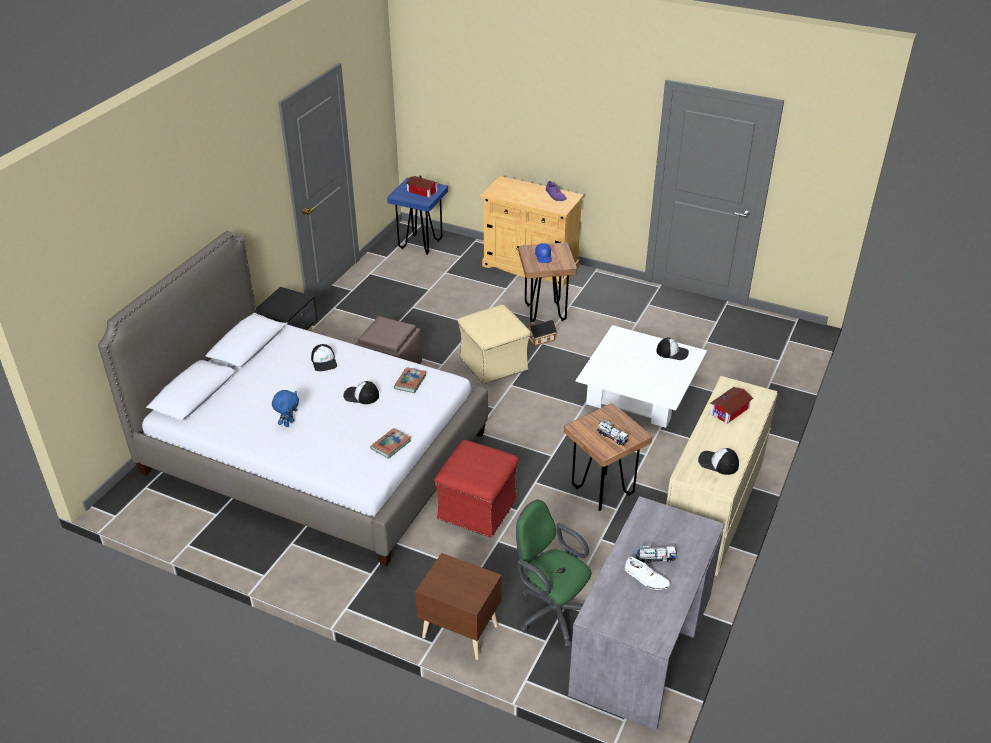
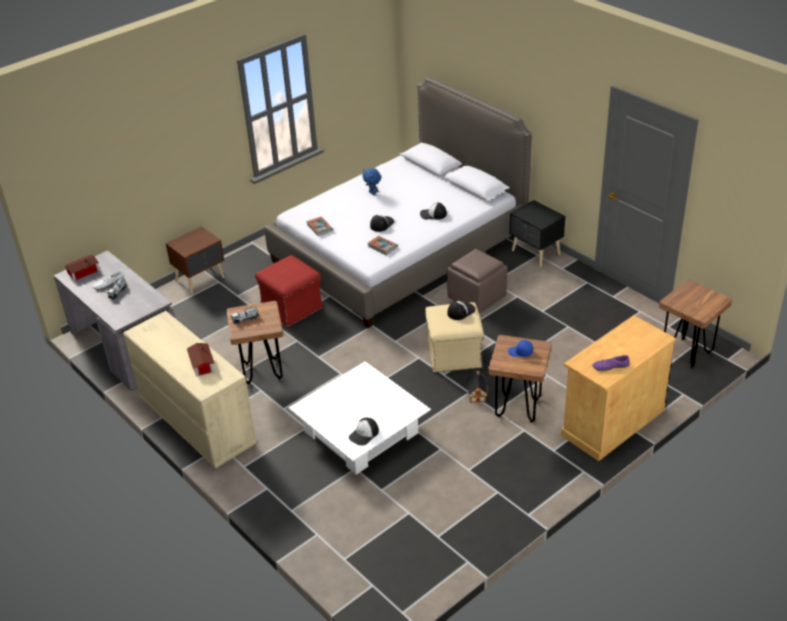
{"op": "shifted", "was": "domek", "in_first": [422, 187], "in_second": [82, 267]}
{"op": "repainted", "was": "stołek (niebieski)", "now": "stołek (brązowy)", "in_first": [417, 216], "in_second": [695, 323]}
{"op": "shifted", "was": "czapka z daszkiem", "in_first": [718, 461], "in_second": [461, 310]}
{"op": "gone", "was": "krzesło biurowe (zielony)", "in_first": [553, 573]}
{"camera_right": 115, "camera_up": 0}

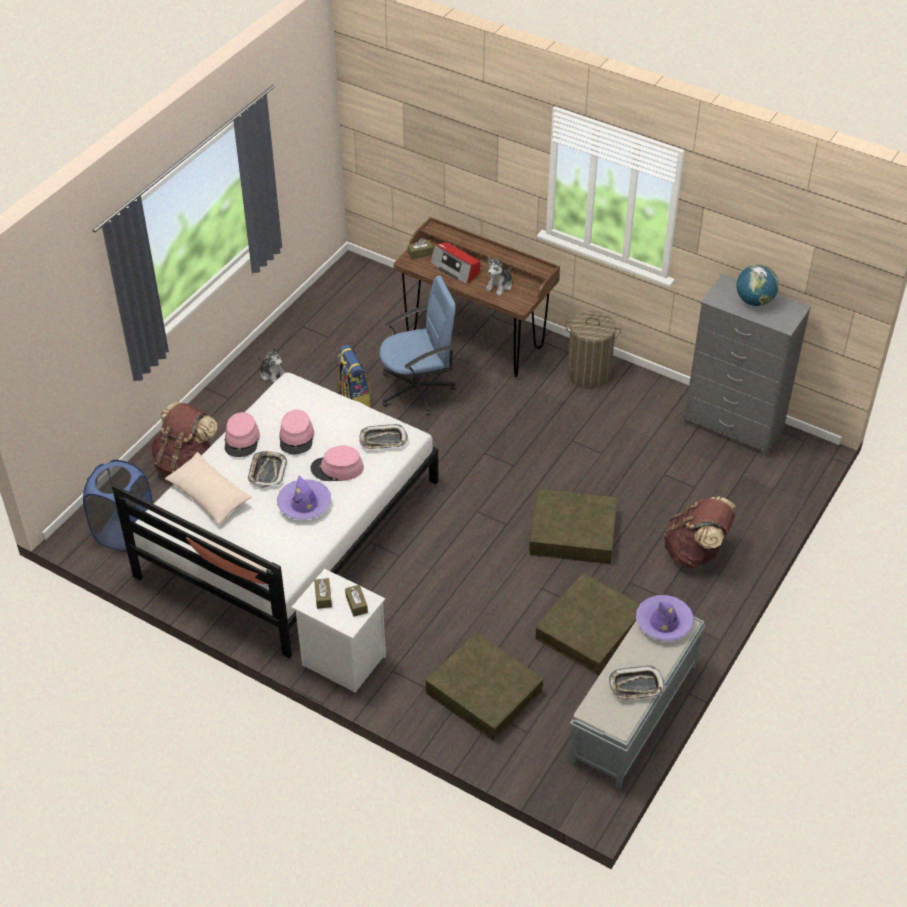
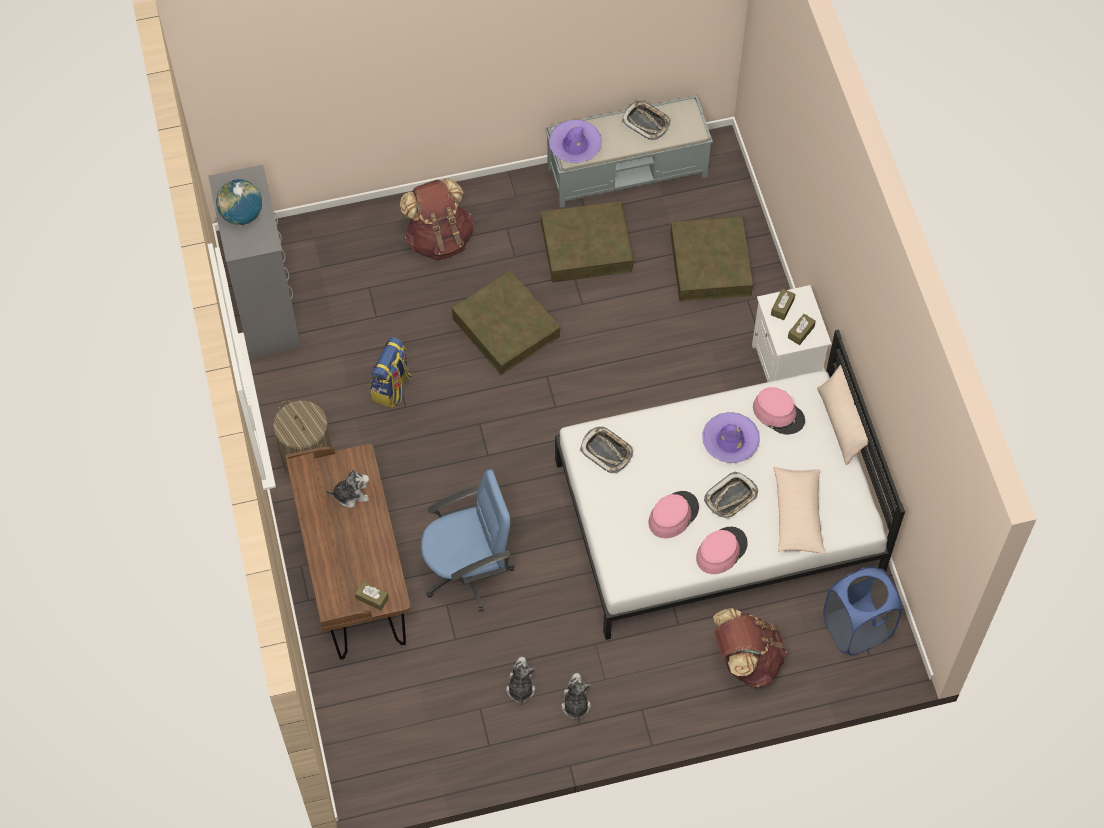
{"op": "gone", "was": "radio", "in_first": [455, 263]}
{"op": "rotated", "was": "krzesło biurowe (niebieski)", "in_first": [418, 346], "in_second": [468, 540], "clockwise": 135}
{"op": "shifted", "was": "plecak", "in_first": [353, 376], "in_second": [391, 372]}
{"op": "shifted", "was": "kapelusz (różowy)", "in_first": [337, 463], "in_second": [779, 410]}
{"op": "new", "now": "pluszak", "in_second": [520, 681]}
{"camera_right": -135, "camera_up": 15}

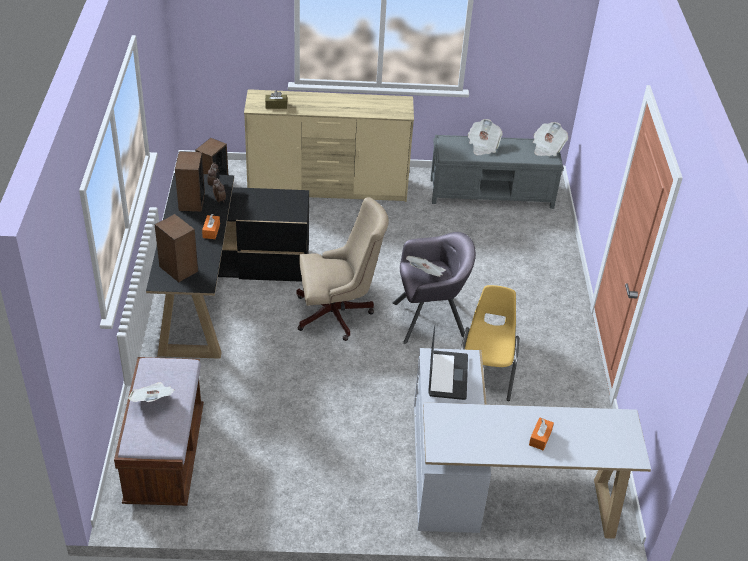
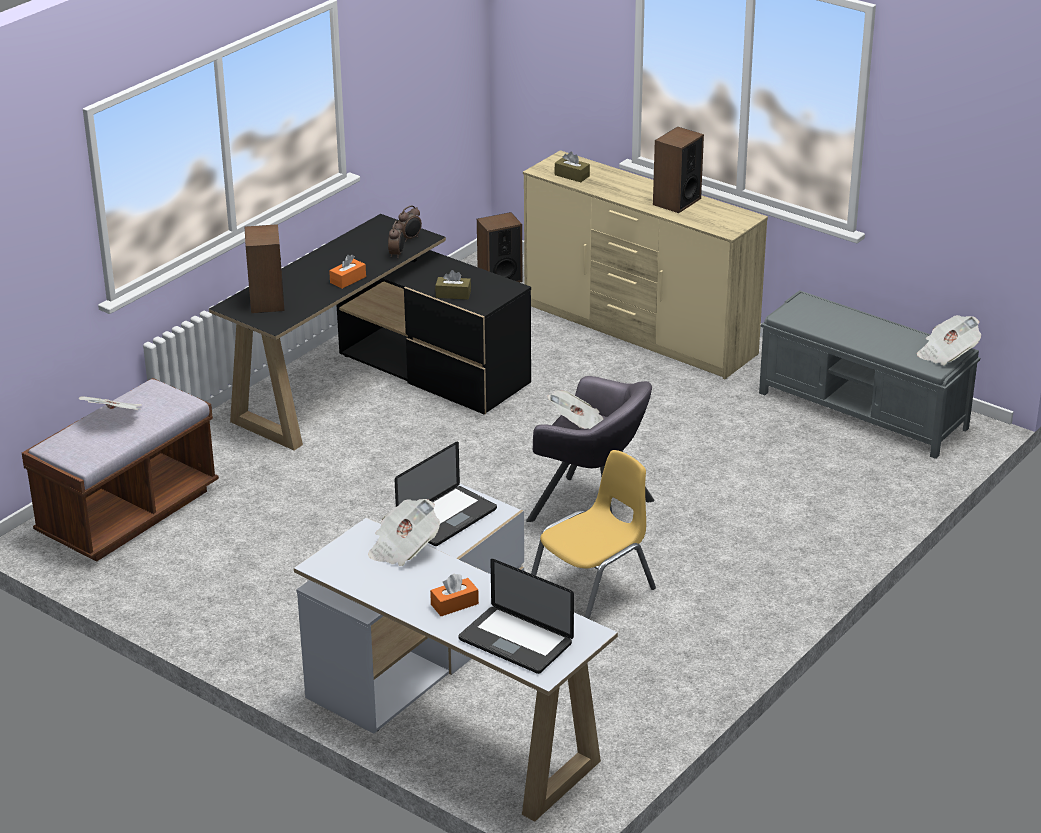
{"op": "shifted", "was": "gazeta", "in_first": [485, 137], "in_second": [404, 532]}
{"op": "shifted", "was": "głośnik", "in_first": [190, 181], "in_second": [678, 170]}
{"op": "gone", "was": "krzesło biurowe (beżowy)", "in_first": [342, 269]}
{"op": "new", "now": "pudełko chusteczek (brązowy)", "in_second": [453, 285]}
{"op": "new", "now": "laptop", "in_second": [516, 616]}
{"camera_right": 40, "camera_up": -10}

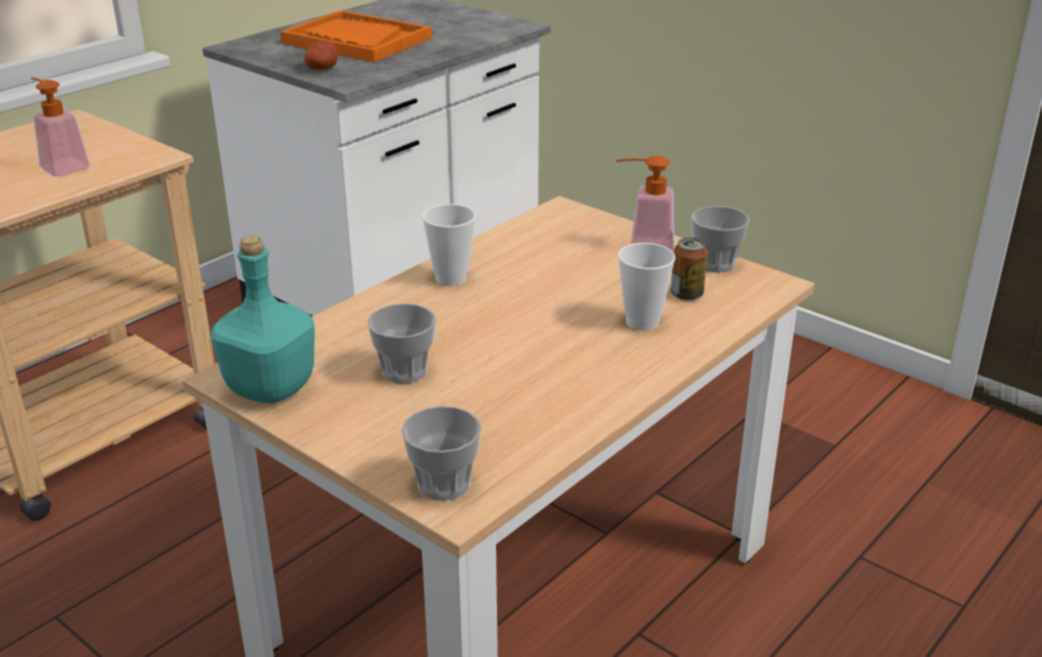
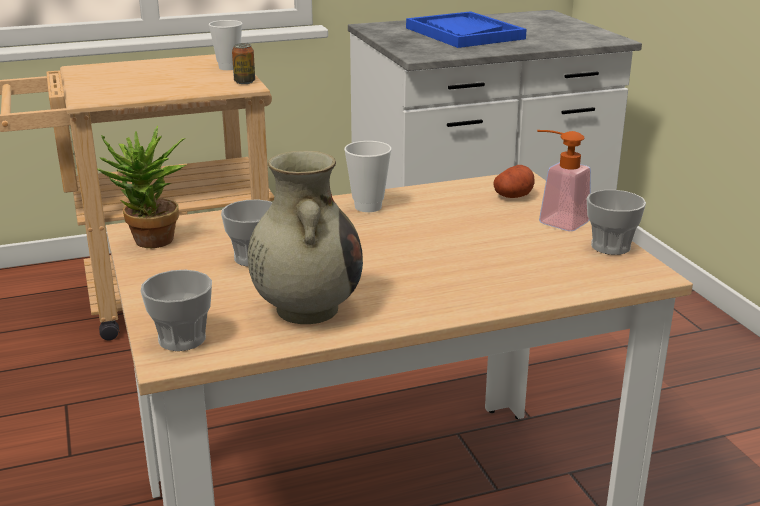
{"op": "repainted", "was": "taca (pomarańczowy)", "now": "taca (niebieski)", "in_first": [356, 36], "in_second": [466, 29]}
{"op": "shifted", "was": "ziemniak", "in_first": [321, 55], "in_second": [514, 181]}
{"op": "gone", "was": "dozownik mydła", "in_first": [60, 127]}
{"op": "swapped", "was": "butelka (turkusowy)", "now": "roślina doniczkowa", "in_first": [263, 319], "in_second": [141, 187]}
{"op": "shifted", "was": "puszka", "in_first": [689, 269], "in_second": [243, 63]}
{"op": "shifted", "was": "filiżanka", "in_first": [647, 287], "in_second": [226, 45]}
{"op": "new", "now": "wazon (beżowy)", "in_second": [305, 237]}
{"camera_right": 30, "camera_up": -5}

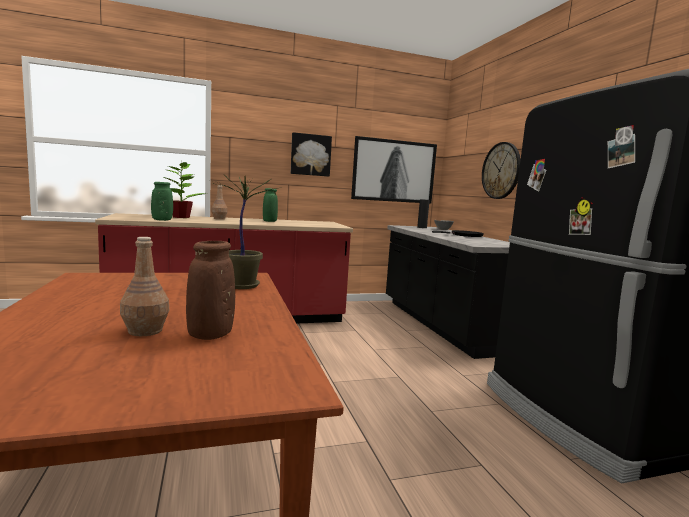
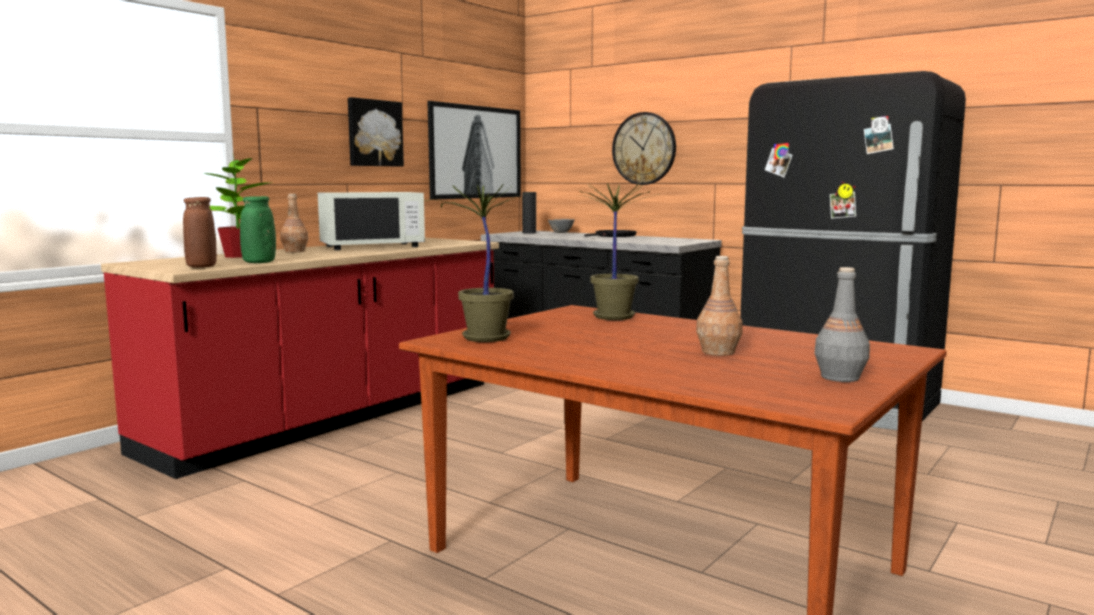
{"op": "swapped", "was": "wazon (zielony)", "now": "mikrofalówka (biały)", "in_first": [270, 205], "in_second": [371, 221]}
{"op": "shifted", "was": "wazon (brązowy)", "in_first": [210, 290], "in_second": [200, 232]}
{"op": "new", "now": "roślina doniczkowa", "in_second": [478, 262]}
{"op": "new", "now": "butelka (szary)", "in_second": [842, 324]}
{"camera_right": -35, "camera_up": 0}

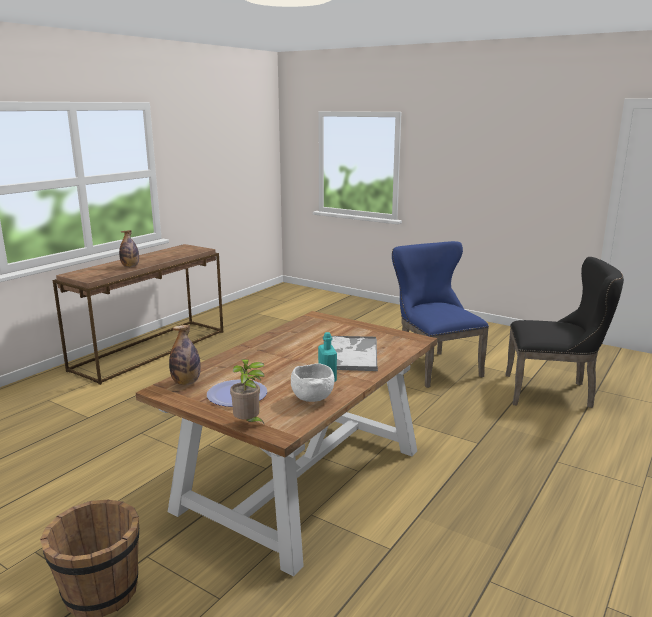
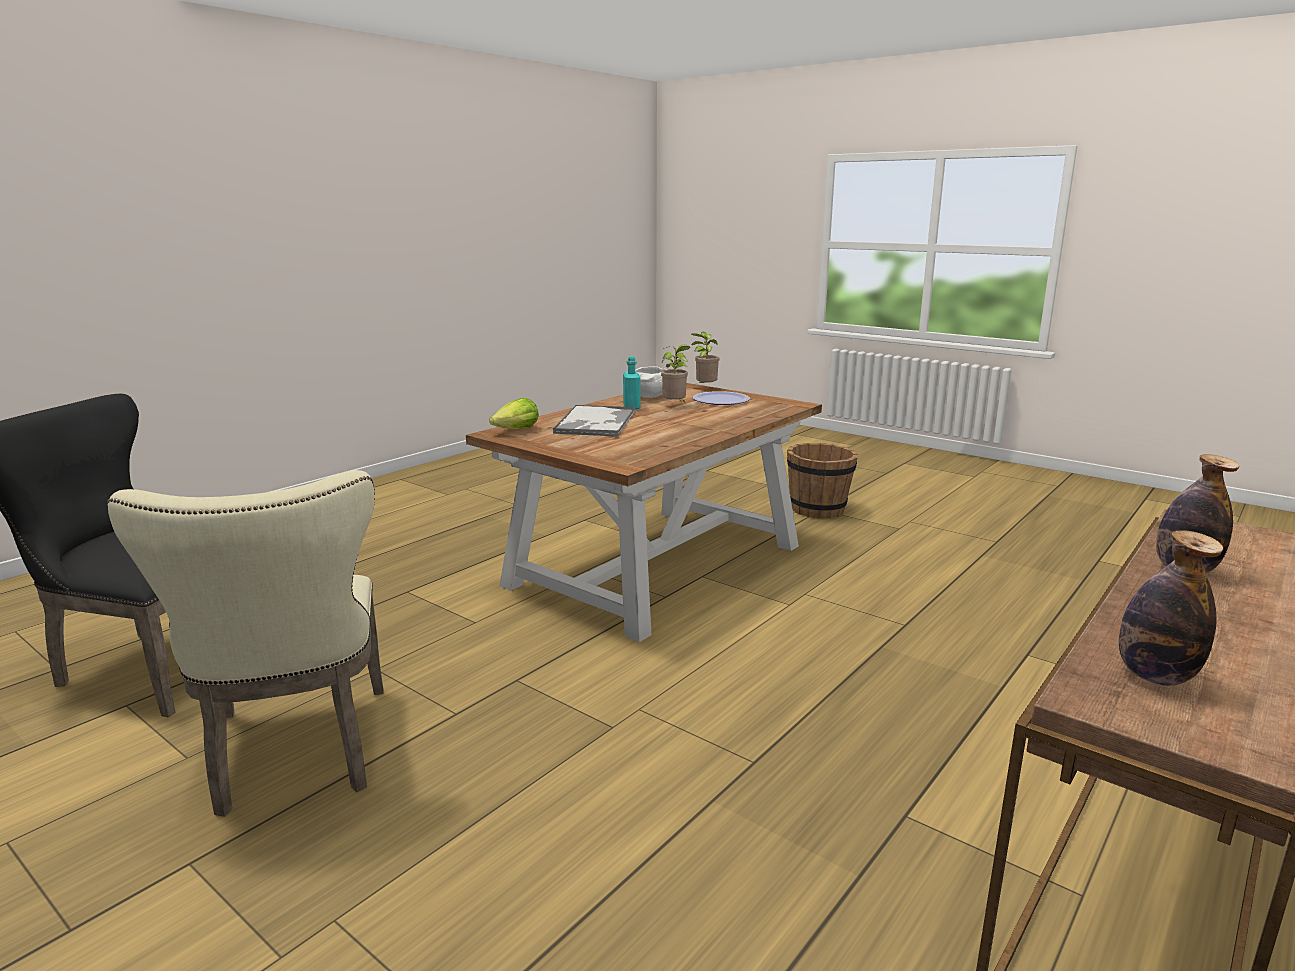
{"op": "repainted", "was": "krzesło (niebieski)", "now": "krzesło (beżowy)", "in_first": [440, 314], "in_second": [245, 643]}
{"op": "shifted", "was": "butelka", "in_first": [185, 355], "in_second": [1171, 608]}
{"op": "new", "now": "roślina doniczkowa", "in_second": [675, 373]}
{"op": "new", "now": "sałata", "in_second": [514, 413]}
{"camera_right": -175, "camera_up": 0}

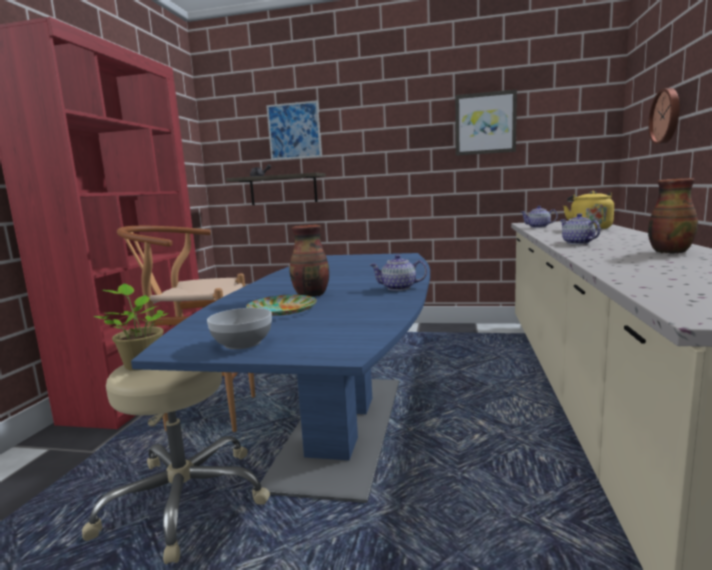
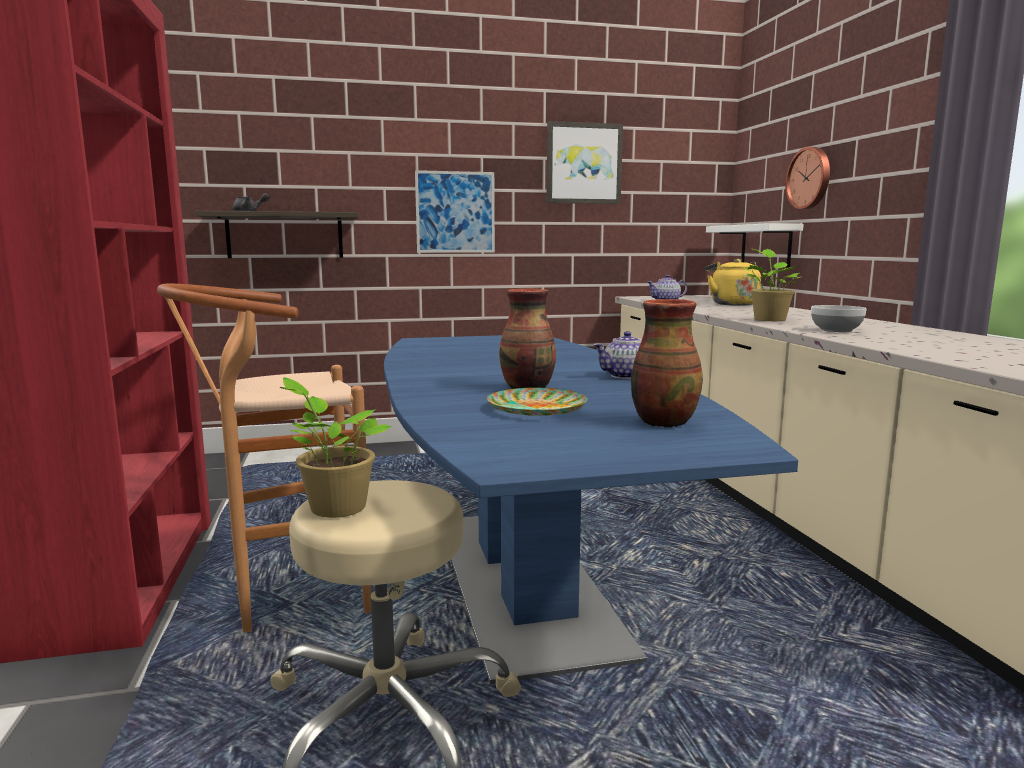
{"op": "shifted", "was": "obraz", "in_first": [294, 130], "in_second": [455, 211]}
{"op": "shifted", "was": "wazon", "in_first": [673, 216], "in_second": [667, 363]}
{"op": "swapped", "was": "imbryk", "now": "roślina doniczkowa", "in_first": [580, 228], "in_second": [770, 284]}
{"op": "shifted", "was": "miska", "in_first": [239, 328], "in_second": [839, 318]}
{"op": "new", "now": "półka (biały)", "in_second": [755, 245]}
{"camera_right": -25, "camera_up": 0}

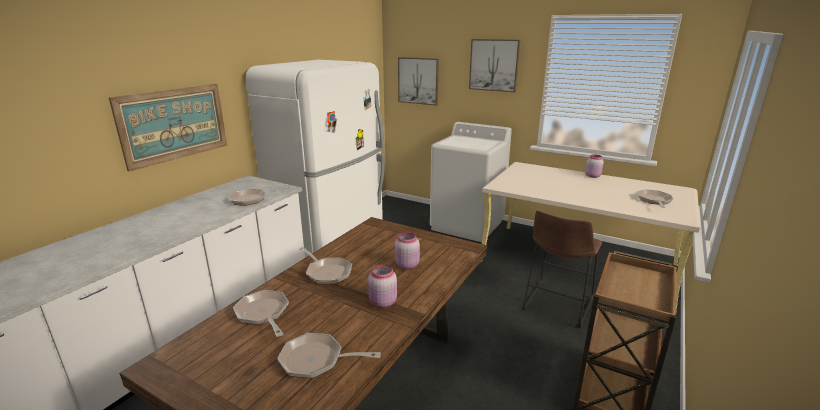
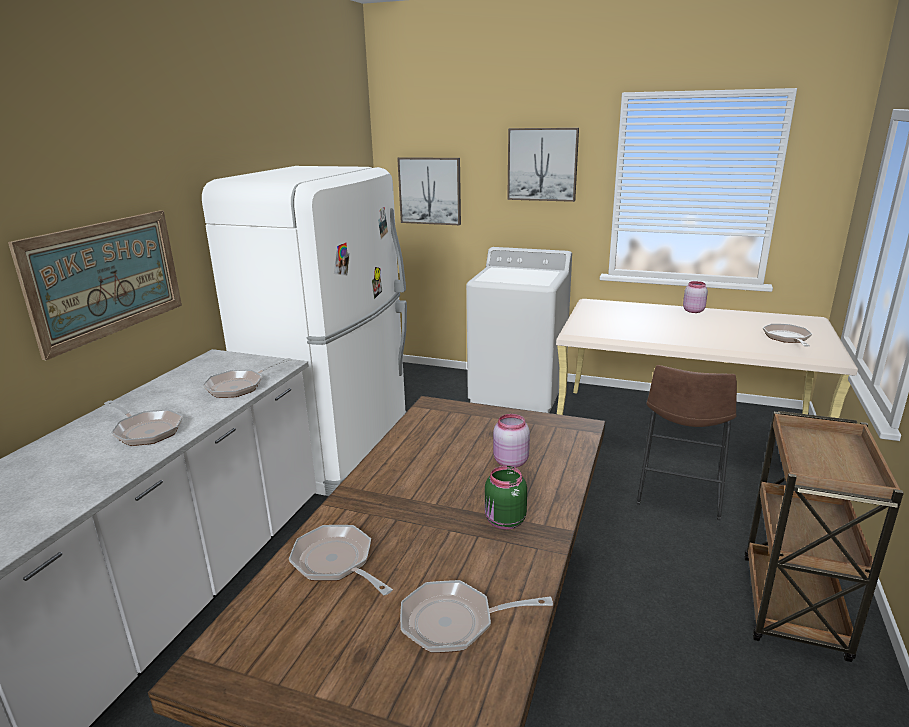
{"op": "shifted", "was": "patelnia", "in_first": [325, 265], "in_second": [143, 423]}
{"op": "repainted", "was": "słoik (różowy)", "now": "słoik (zielony)", "in_first": [382, 286], "in_second": [506, 498]}
{"camera_right": -10, "camera_up": 0}

